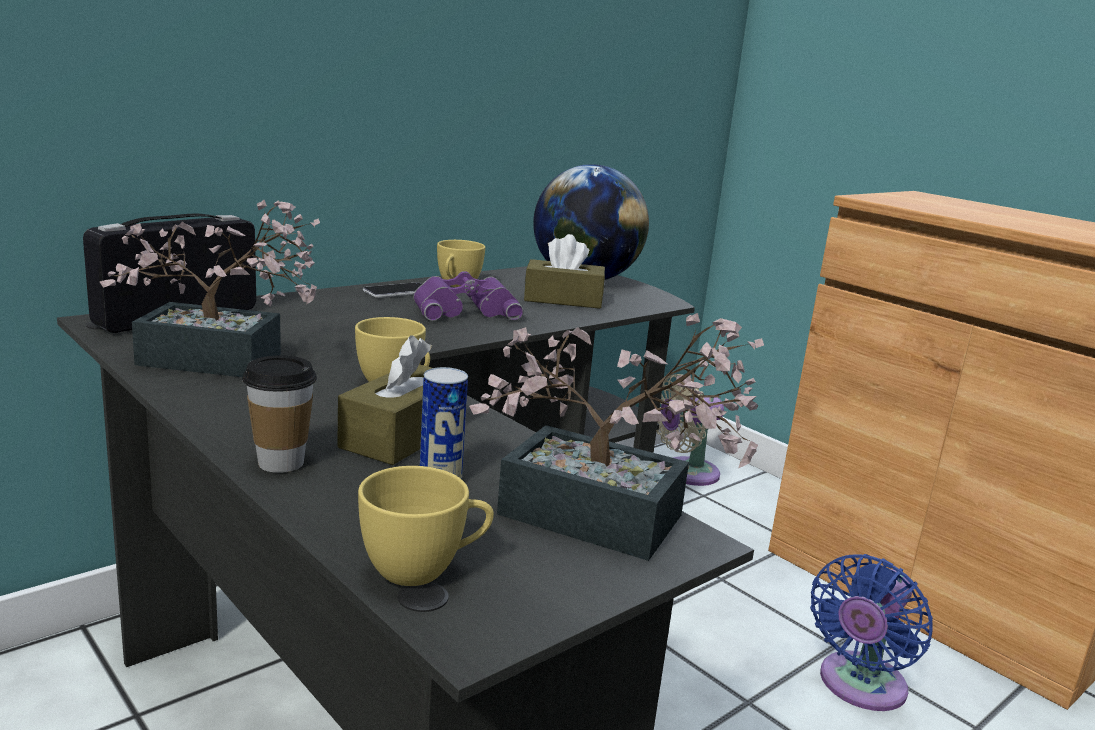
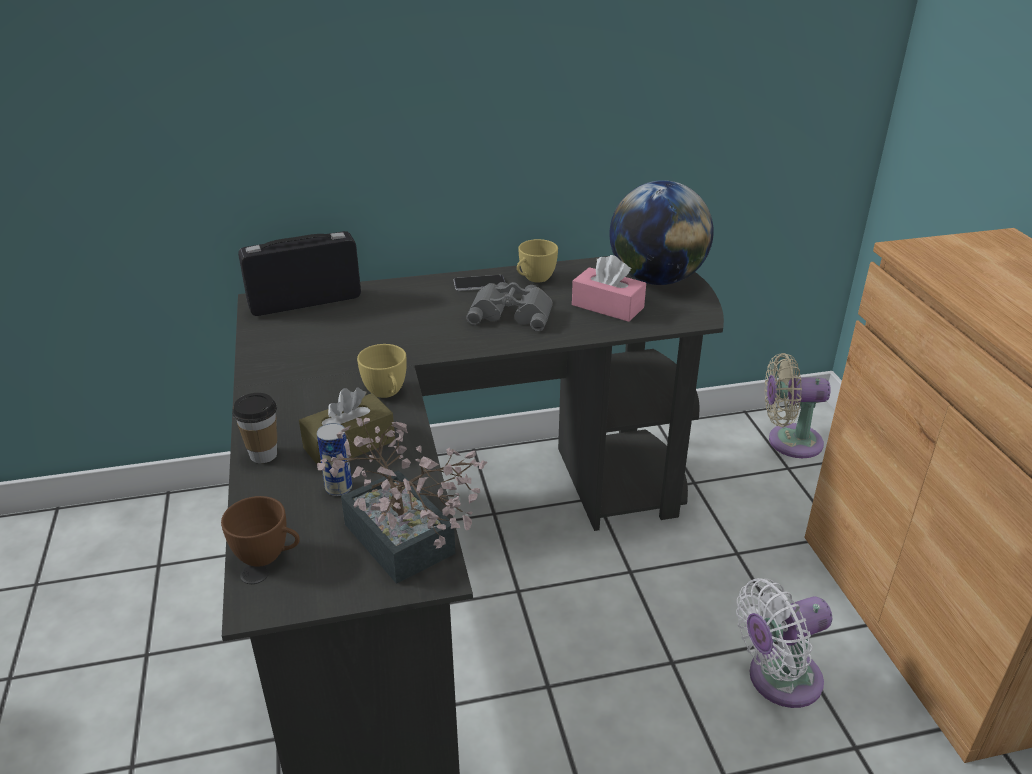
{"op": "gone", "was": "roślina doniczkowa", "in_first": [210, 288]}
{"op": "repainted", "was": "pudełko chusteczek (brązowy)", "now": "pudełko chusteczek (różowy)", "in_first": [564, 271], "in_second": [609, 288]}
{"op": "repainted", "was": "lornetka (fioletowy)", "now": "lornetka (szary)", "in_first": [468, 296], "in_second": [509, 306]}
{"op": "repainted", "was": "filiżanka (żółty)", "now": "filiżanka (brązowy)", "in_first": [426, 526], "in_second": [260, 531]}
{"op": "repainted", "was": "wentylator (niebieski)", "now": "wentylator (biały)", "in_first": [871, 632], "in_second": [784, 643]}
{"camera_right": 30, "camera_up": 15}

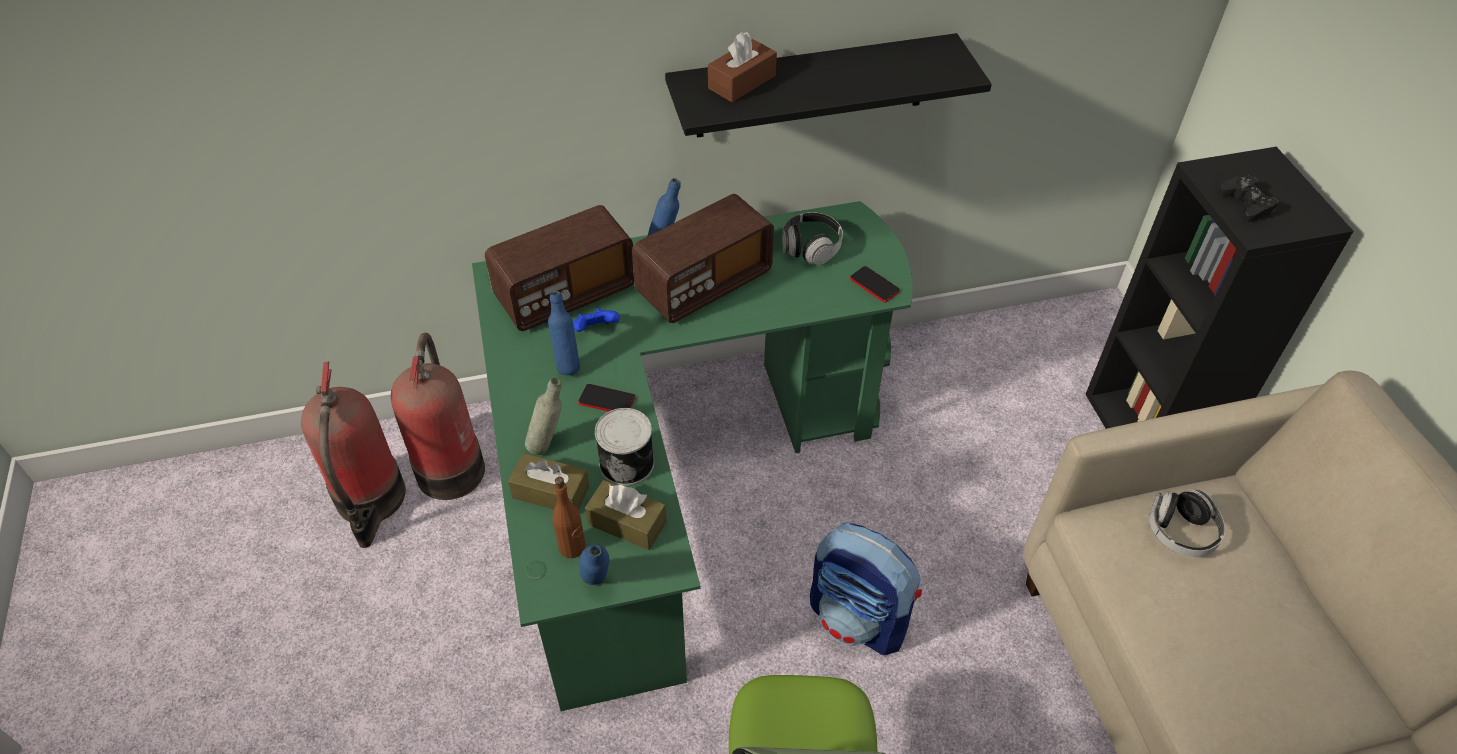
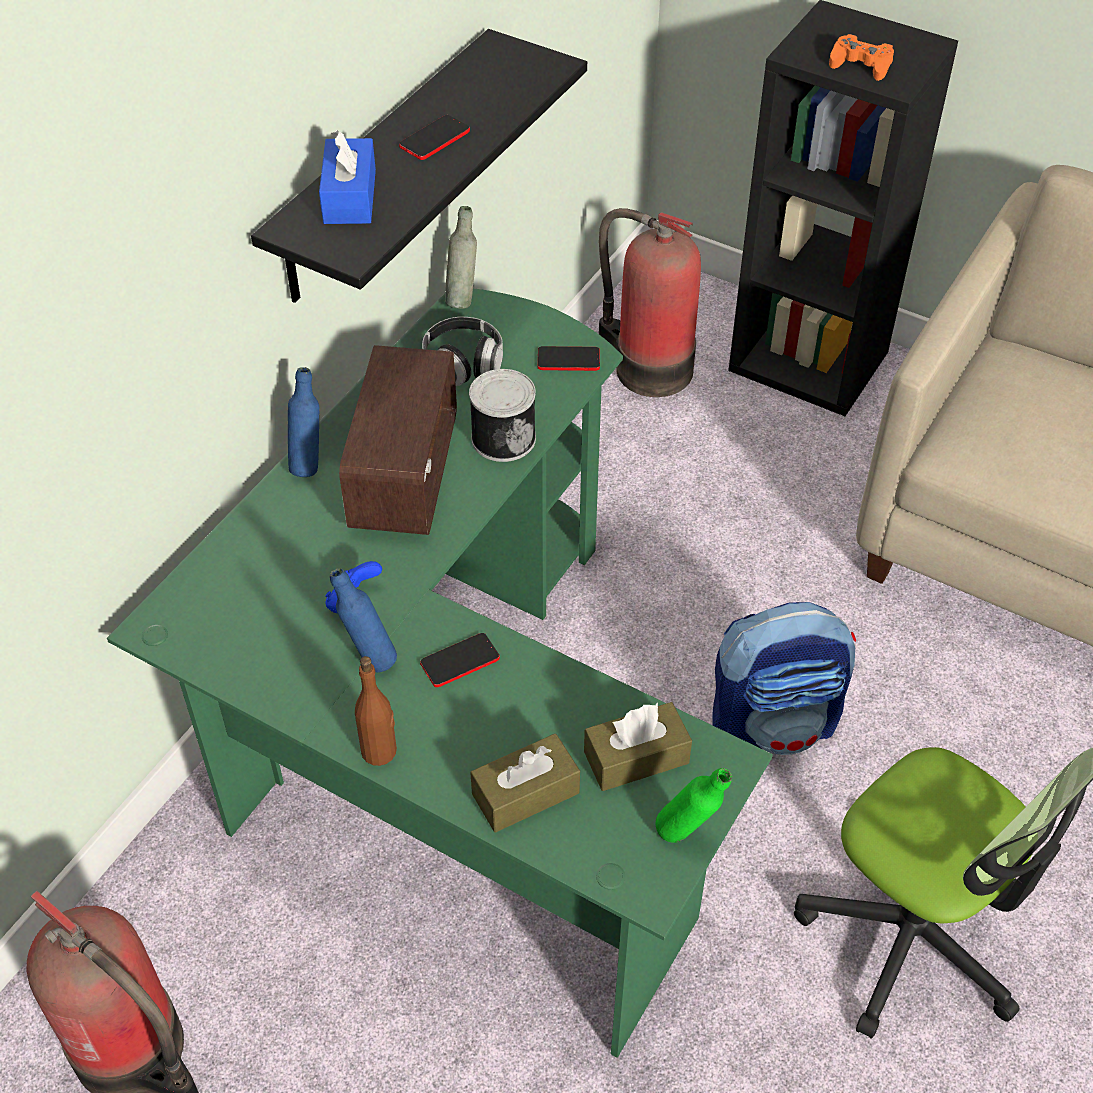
{"op": "repainted", "was": "pudełko chusteczek (brązowy)", "now": "pudełko chusteczek (niebieski)", "in_first": [742, 67], "in_second": [347, 177]}
{"op": "repainted", "was": "pad do gier (czarny)", "now": "pad do gier (pomarańczowy)", "in_first": [1248, 198], "in_second": [861, 57]}
{"op": "gone", "was": "radio", "in_first": [559, 268]}
{"op": "shifted", "was": "gaśnica", "in_first": [438, 416], "in_second": [650, 302]}
{"op": "shifted", "was": "butelka (szary)", "in_first": [543, 416], "in_second": [461, 257]}
{"op": "shifted", "was": "puszka", "in_first": [624, 447], "in_second": [502, 415]}
{"op": "shifted", "was": "butelka (brązowy)", "in_first": [569, 517], "in_second": [376, 711]}
{"op": "gone", "was": "słuchawki", "in_first": [1187, 523]}
{"op": "repainted", "was": "butelka (niebieski)", "now": "butelka (zielony)", "in_first": [594, 564], "in_second": [694, 805]}
{"op": "new", "now": "telefon", "in_second": [434, 137]}
{"camera_right": -45, "camera_up": 0}

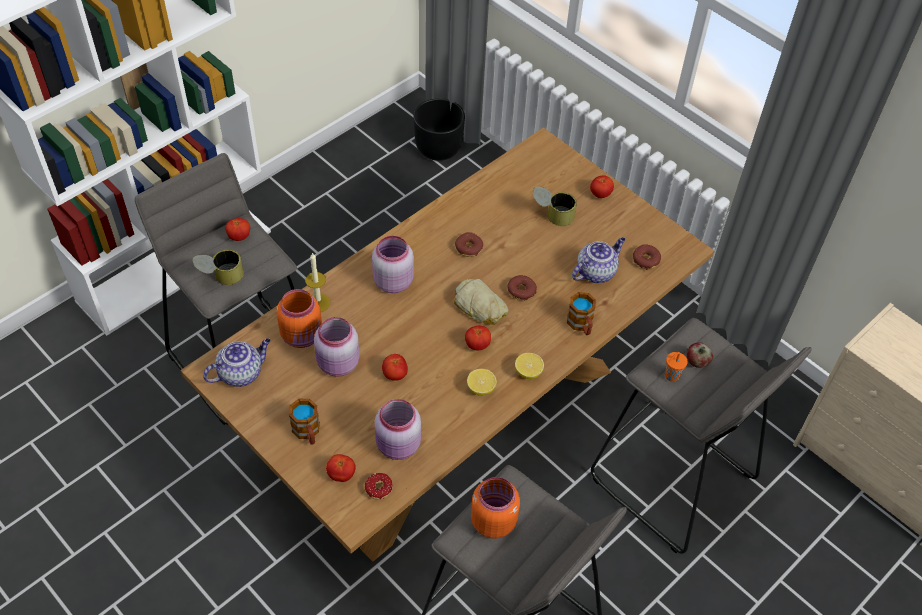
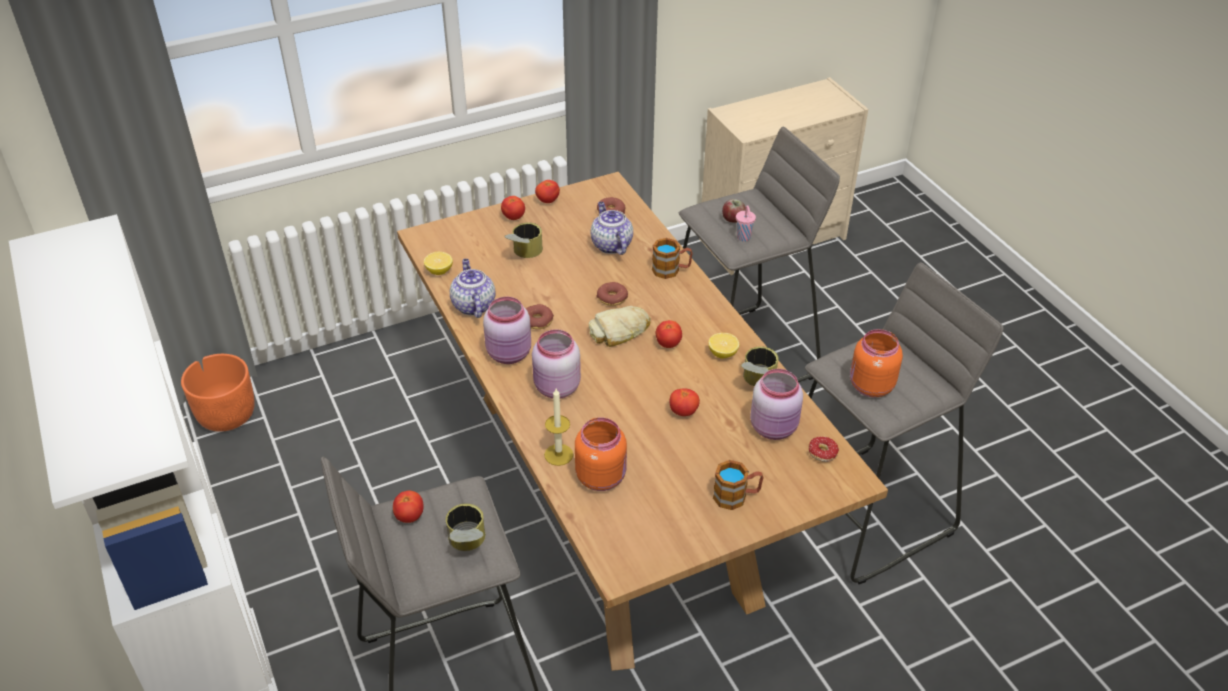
{"op": "repainted", "was": "donica (czarny)", "now": "donica (pomarańczowy)", "in_first": [439, 129], "in_second": [218, 393]}
{"op": "shifted", "was": "słoik (różowy)", "in_first": [337, 347], "in_second": [507, 330]}
{"op": "shifted", "was": "imbryk", "in_first": [237, 362], "in_second": [472, 288]}
{"op": "repainted", "was": "filiżanka (pomarańczowy)", "now": "filiżanka (różowy)", "in_first": [676, 367], "in_second": [746, 223]}
{"op": "shifted", "was": "cytryna", "in_first": [529, 366], "in_second": [438, 263]}
{"op": "shifted", "was": "pomidor", "in_first": [341, 468], "in_second": [547, 191]}
{"op": "new", "now": "puszka", "in_second": [760, 366]}
{"camera_right": -70, "camera_up": -10}

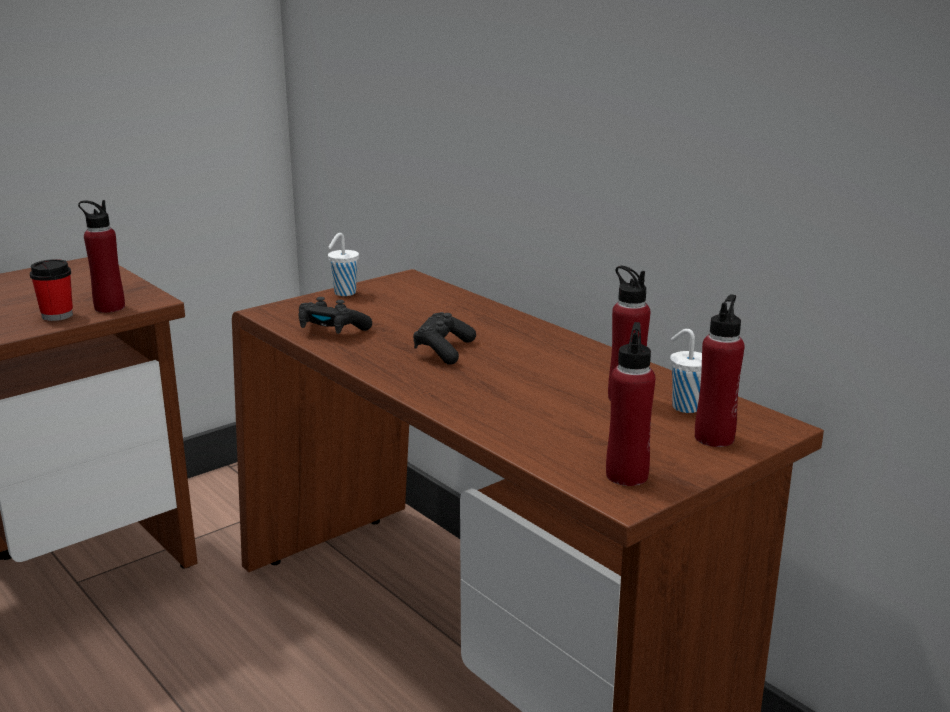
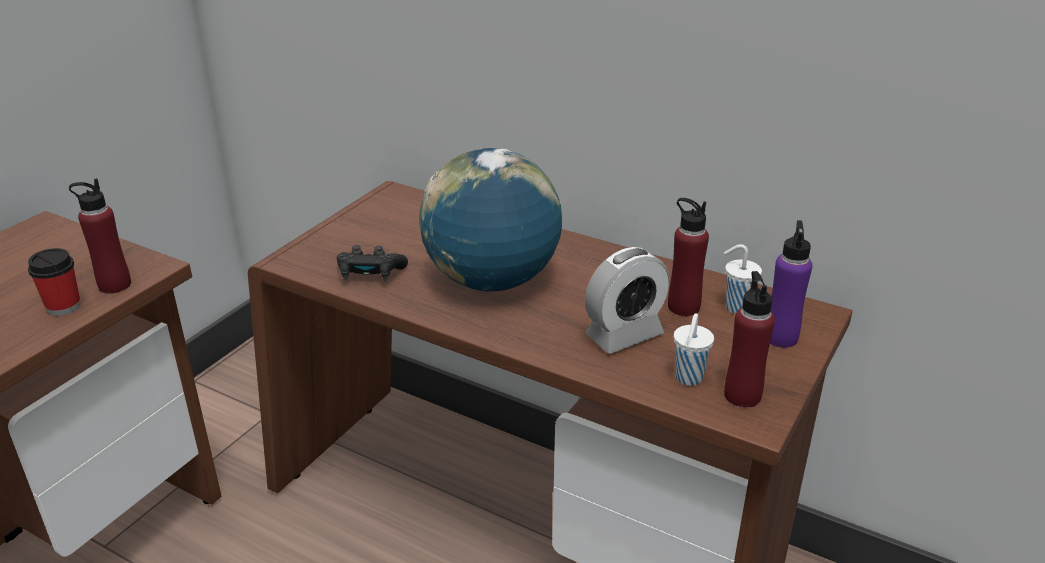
{"op": "shifted", "was": "filiżanka (biały)", "in_first": [343, 264], "in_second": [694, 349]}
{"op": "repainted", "was": "butelka (czerwony)", "now": "butelka (fioletowy)", "in_first": [720, 370], "in_second": [791, 284]}
{"op": "swapped", "was": "pad do gier (czarny)", "now": "globus", "in_first": [444, 338], "in_second": [490, 219]}
{"op": "new", "now": "budzik", "in_second": [627, 300]}
{"camera_right": -20, "camera_up": 10}

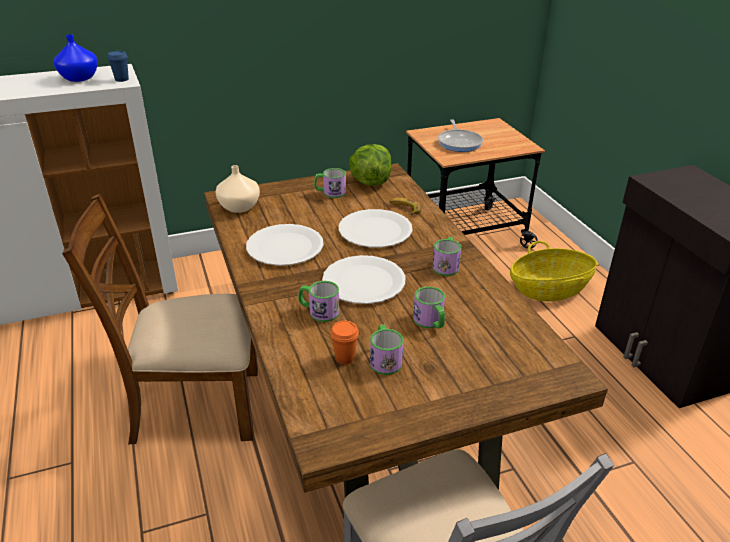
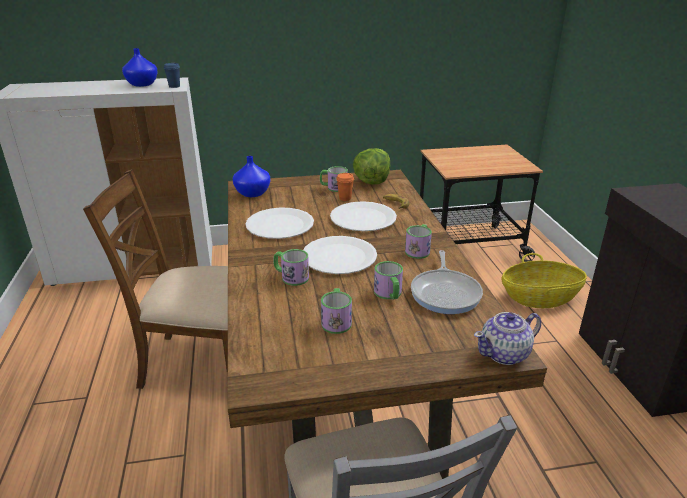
{"op": "shifted", "was": "patelnia", "in_first": [460, 135], "in_second": [447, 282]}
{"op": "repainted", "was": "wazon (beżowy)", "now": "wazon (niebieski)", "in_first": [237, 189], "in_second": [251, 176]}
{"op": "shifted", "was": "filiżanka (pomarańczowy)", "in_first": [344, 342], "in_second": [345, 187]}
{"op": "new", "now": "imbryk", "in_second": [507, 338]}
{"camera_right": 10, "camera_up": -5}

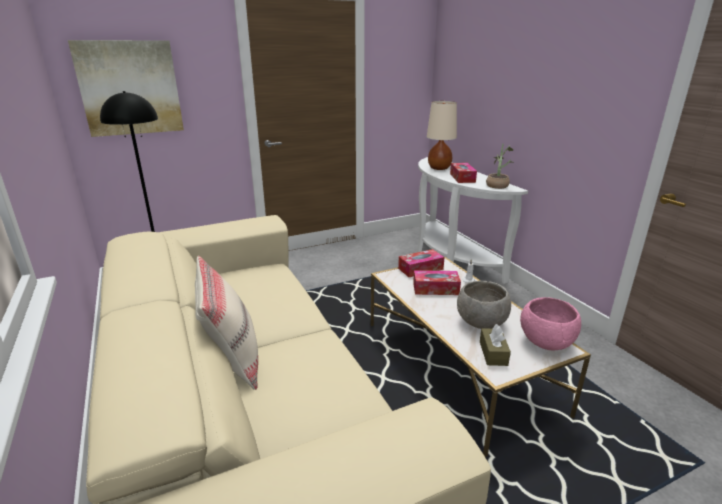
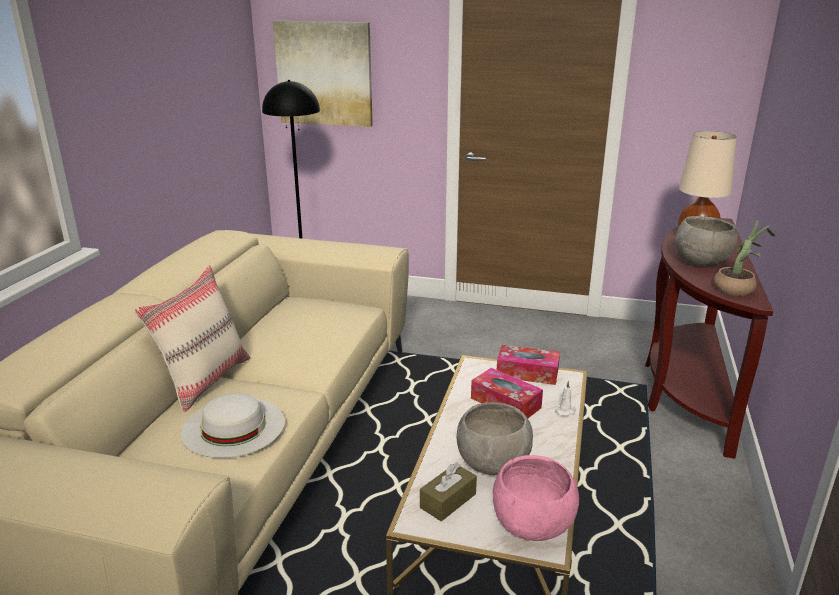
{"op": "repainted", "was": "stolik konsolowy (biały)", "now": "stolik konsolowy (brązowy)", "in_first": [472, 220], "in_second": [709, 338]}
{"op": "swapped", "was": "pudełko chusteczek", "now": "miska (szary)", "in_first": [463, 173], "in_second": [706, 241]}
{"op": "new", "now": "kapelusz (biały)", "in_second": [233, 425]}
{"camera_right": 40, "camera_up": 0}

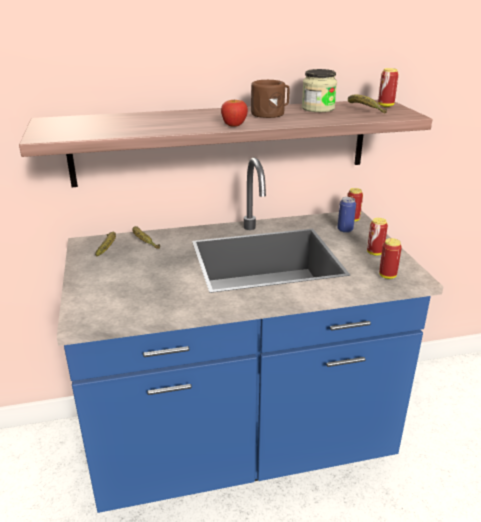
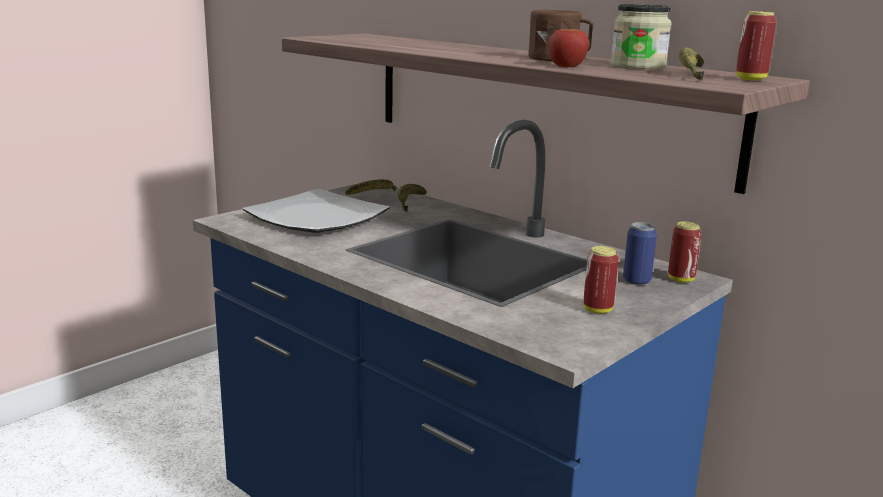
{"op": "shifted", "was": "jabłko", "in_first": [234, 113], "in_second": [569, 47]}
{"op": "gone", "was": "puszka", "in_first": [390, 258]}
{"op": "new", "now": "talerz", "in_second": [316, 211]}
{"camera_right": 55, "camera_up": -10}

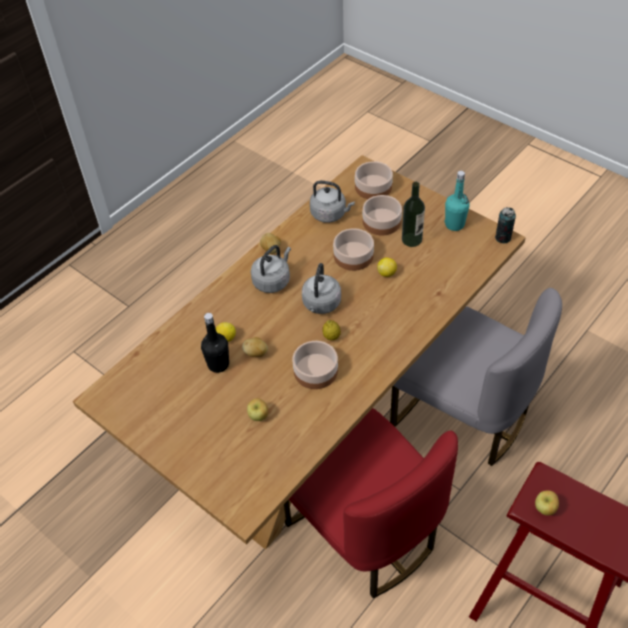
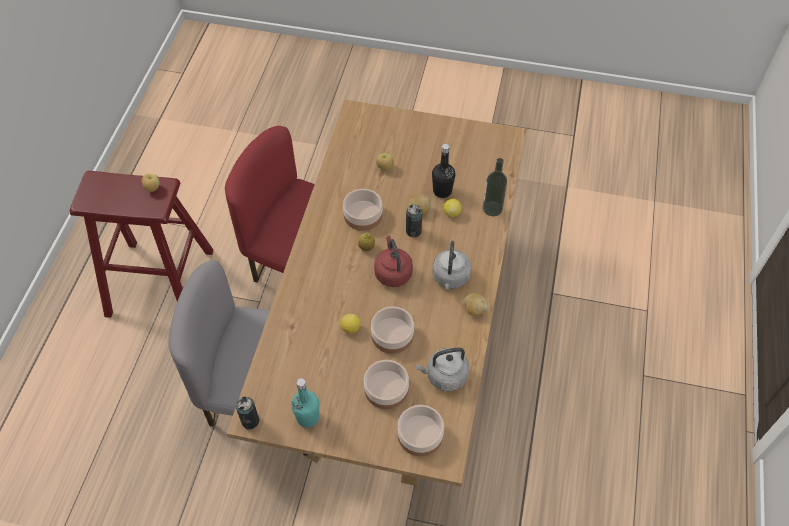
{"op": "shifted", "was": "butelka", "in_first": [413, 214], "in_second": [495, 187]}
{"op": "repainted", "was": "czajnik (szary)", "now": "czajnik (czerwony)", "in_first": [321, 288], "in_second": [393, 261]}
{"op": "new", "now": "puszka", "in_second": [414, 220]}
{"camera_right": 150, "camera_up": 5}

